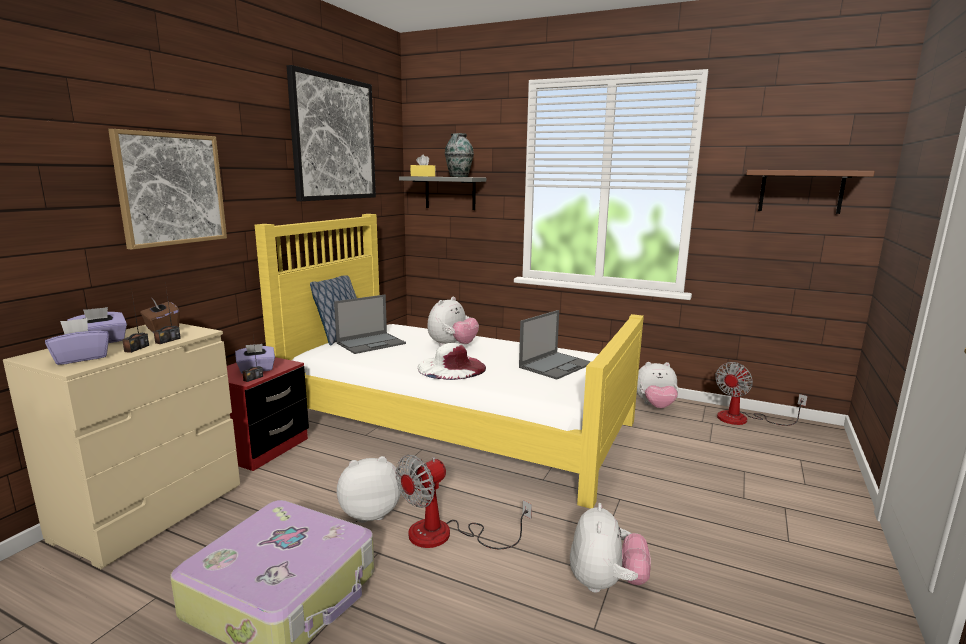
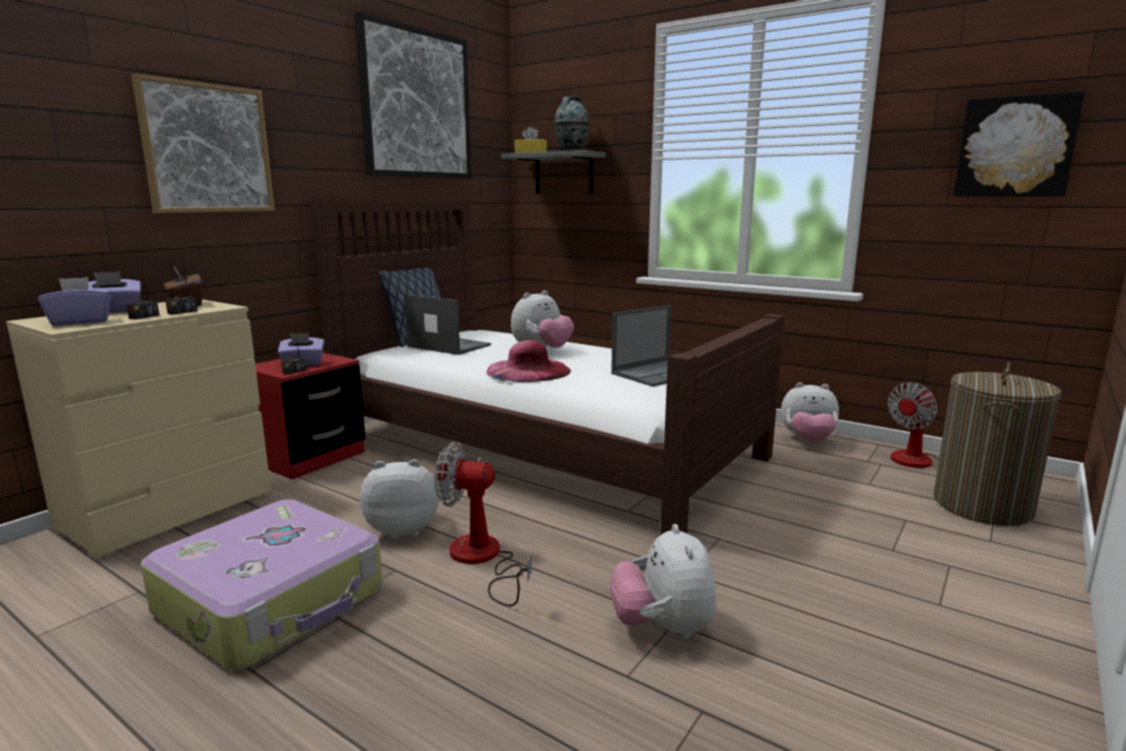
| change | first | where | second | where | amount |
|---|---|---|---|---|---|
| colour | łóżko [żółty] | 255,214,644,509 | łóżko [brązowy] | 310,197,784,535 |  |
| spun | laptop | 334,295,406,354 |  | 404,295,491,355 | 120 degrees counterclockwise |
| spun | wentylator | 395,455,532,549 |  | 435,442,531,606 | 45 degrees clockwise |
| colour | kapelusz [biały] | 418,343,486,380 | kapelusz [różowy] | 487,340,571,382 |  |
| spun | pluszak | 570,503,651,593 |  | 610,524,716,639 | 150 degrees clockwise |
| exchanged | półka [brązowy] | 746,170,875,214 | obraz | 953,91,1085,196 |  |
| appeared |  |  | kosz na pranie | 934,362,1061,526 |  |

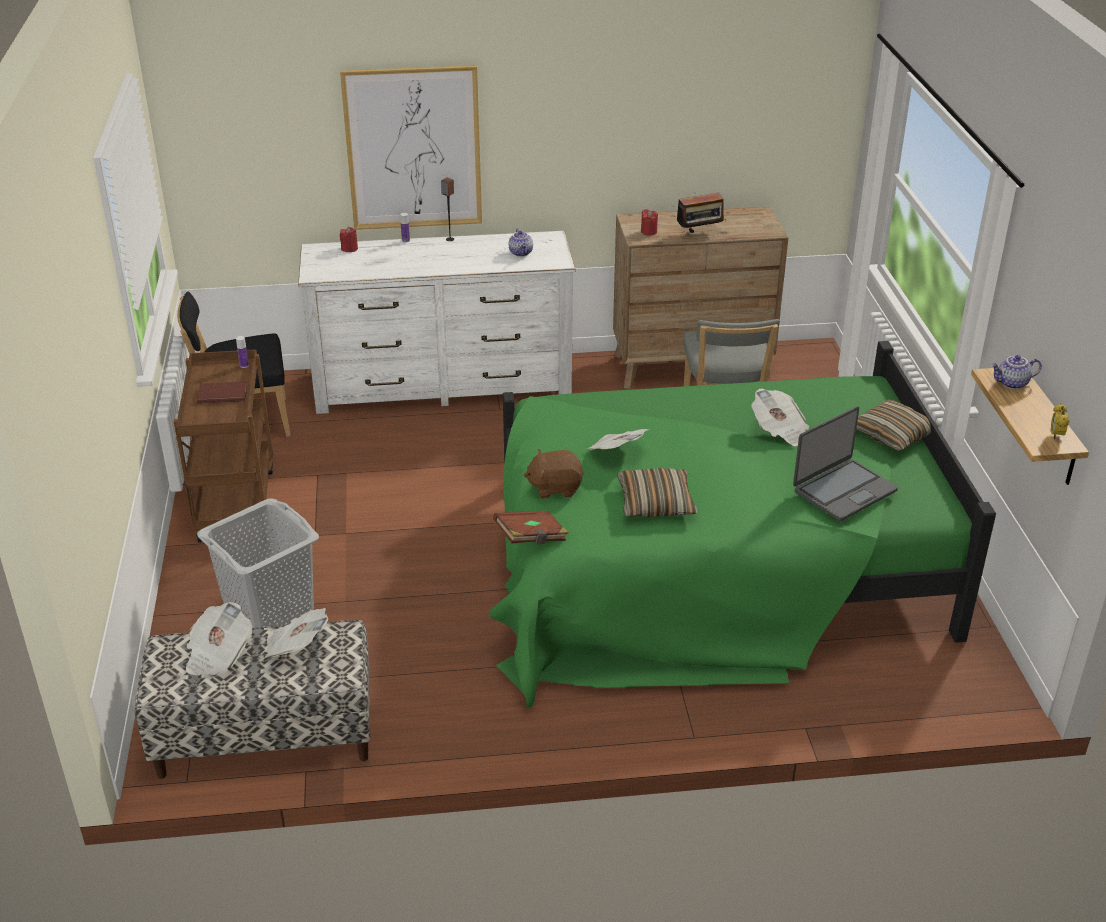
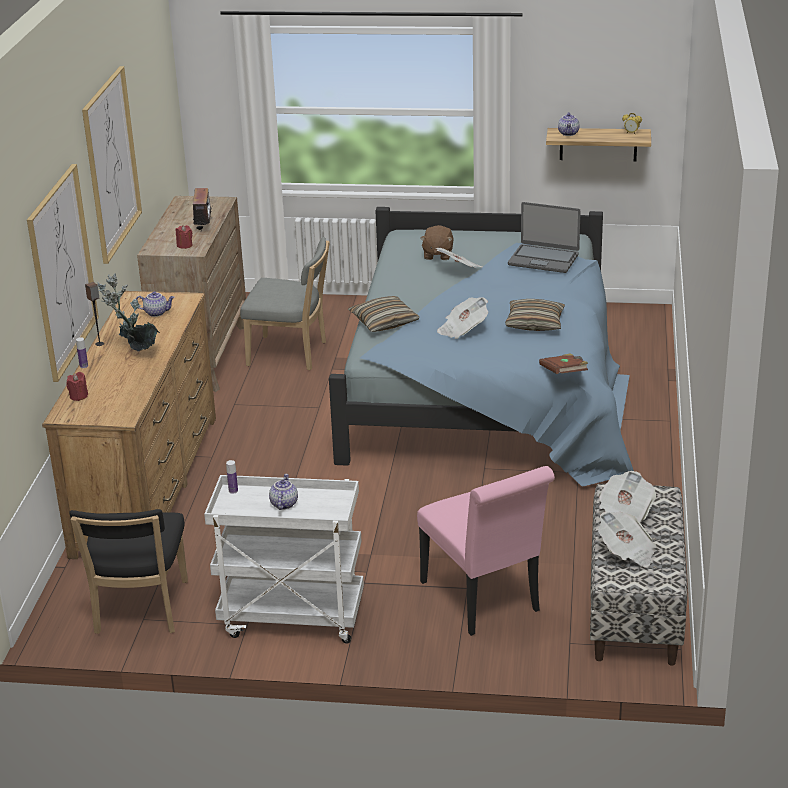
| change | first | where | second | where | amount |
|---|---|---|---|---|---|
| colour | wózek [brązowy] | 174,349,273,543 | wózek [biały] | 204,475,364,644 |  |
| exchanged | książka [brązowy] | 197,381,247,404 | imbryk | 269,474,298,510 |  |
| exchanged | kosz na pranie [szary] | 197,498,319,628 | krzesło [różowy] | 417,466,555,636 |  |
| colour | komoda [biały] | 298,231,575,414 | komoda [brązowy] | 42,291,216,559 |  |
| colour | łóżko [zielony] | 490,341,996,708 | łóżko [niebieski] | 329,207,634,487 |  |
| relocated | pluszak [brązowy] | 524,449,584,498 |  | 420,225,453,260 |  |
| spun | laptop | 793,406,898,521 |  | 508,202,581,273 | 135 degrees clockwise |
| relocated | poduszka | 856,399,941,451 |  | 348,296,420,332 |  |
| appeared |  |  | obraz | 82,66,142,264 |  |
| appeared |  |  | roślina doniczkowa | 97,273,160,351 |  |

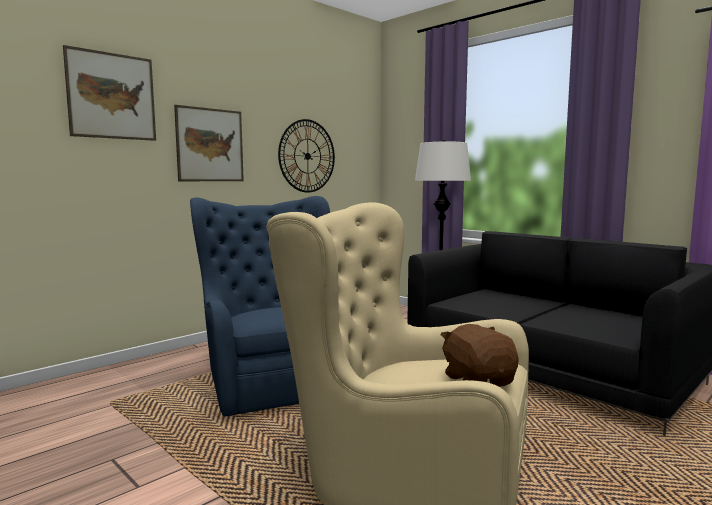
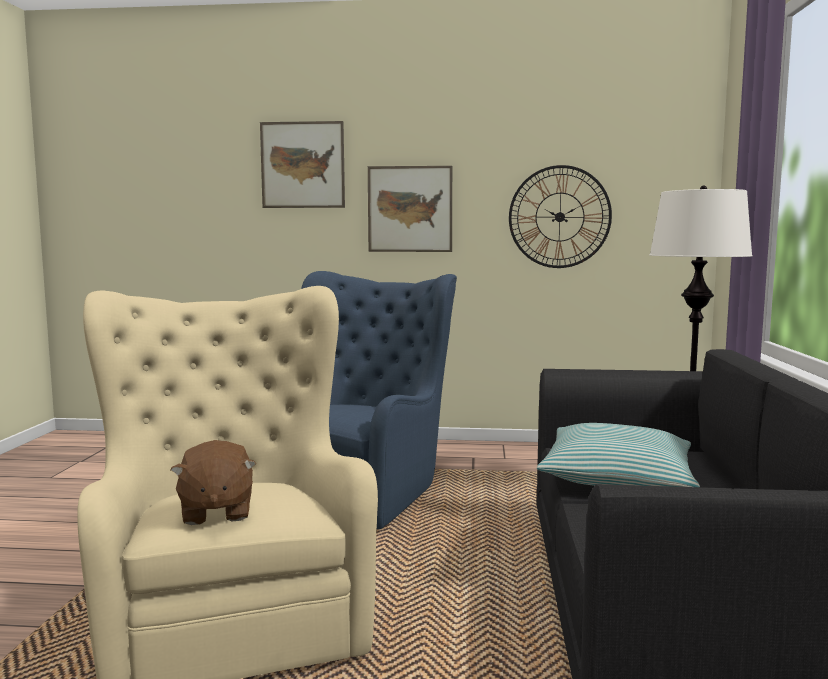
| change | first | where | second | where | amount |
|---|---|---|---|---|---|
| spun | pluszak [brązowy] | 440,324,519,387 |  | 170,440,256,525 | 135 degrees clockwise |
| appeared |  |  | poduszka | 537,423,700,487 |  |

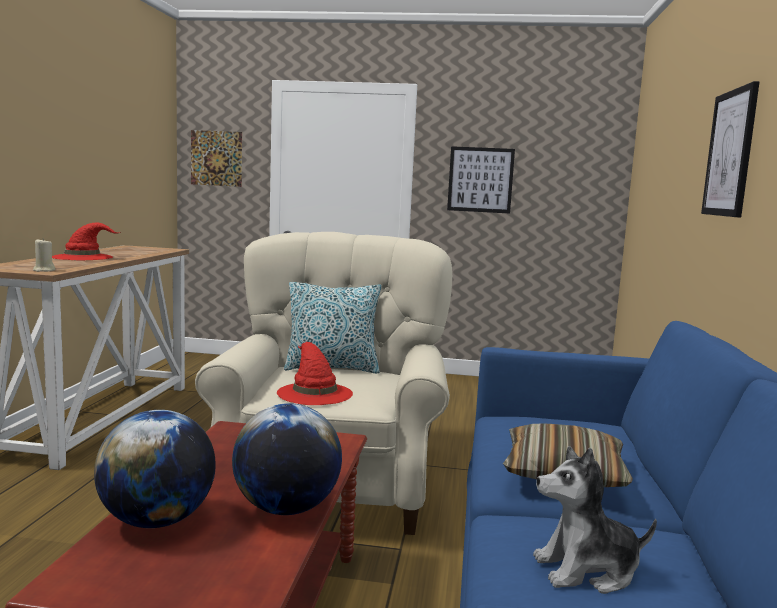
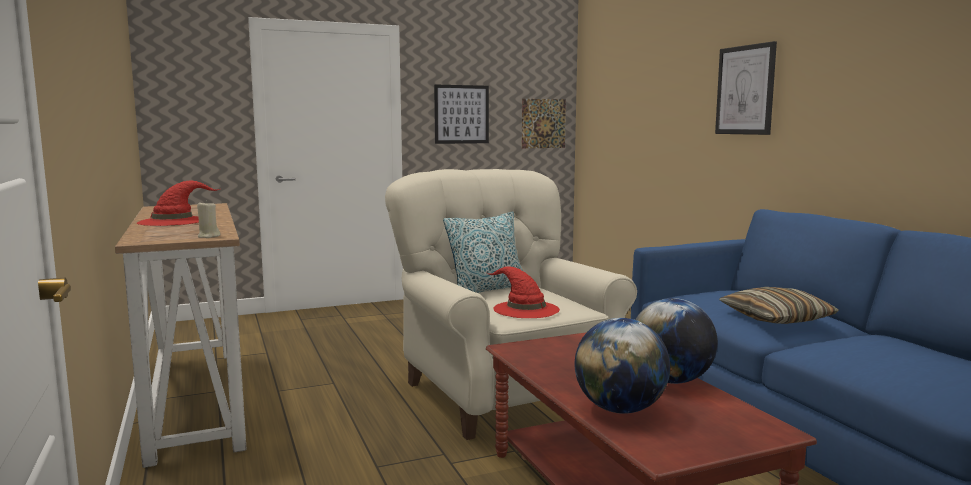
| change | first | where | second | where | amount |
|---|---|---|---|---|---|
| relocated | obraz | 191,130,242,187 |  | 522,99,566,148 |  |
| missing | pluszak | 533,446,657,594 |  |  |  |

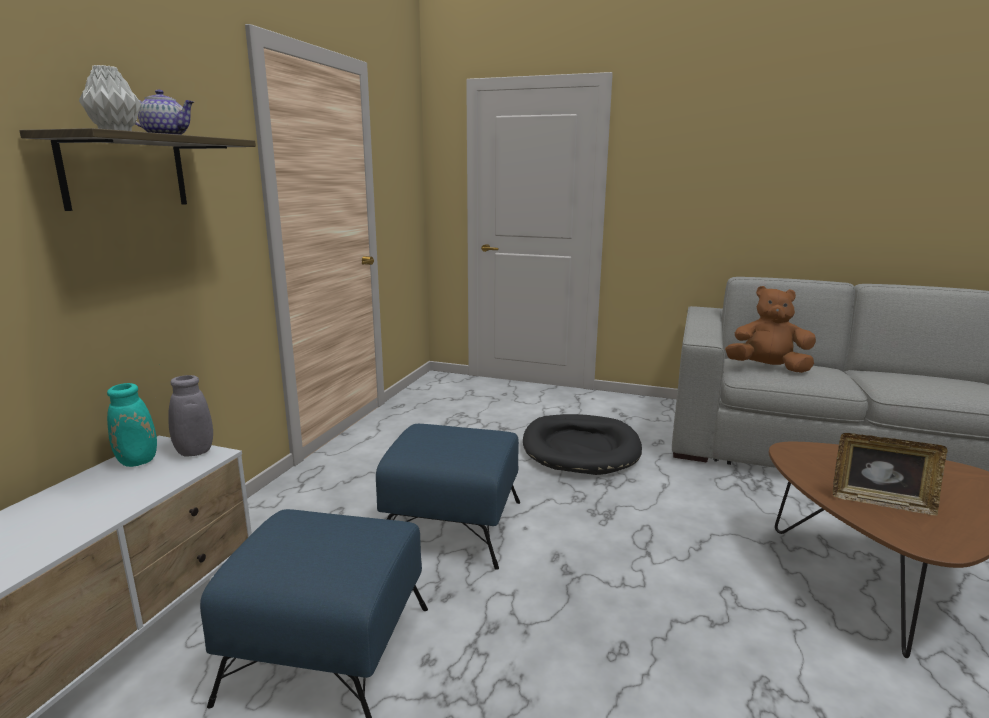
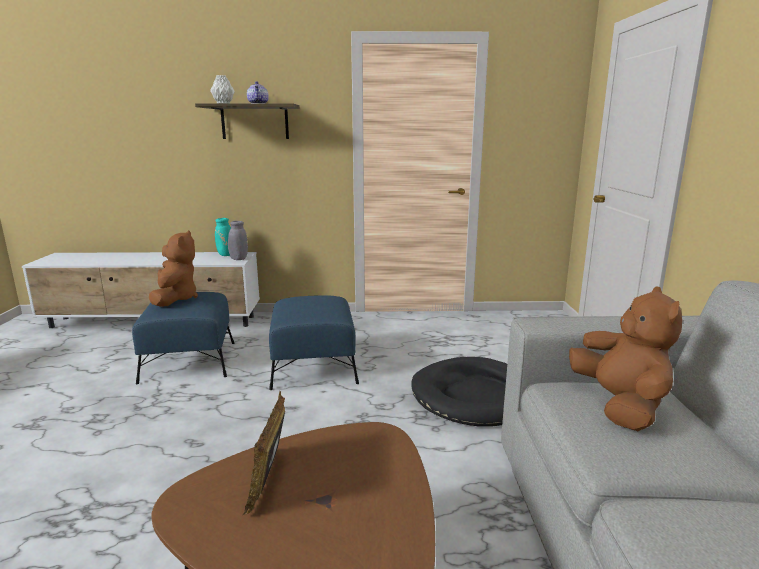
| change | first | where | second | where | amount |
|---|---|---|---|---|---|
| appeared |  |  | pluszak [brązowy] | 149,230,198,307 |  |

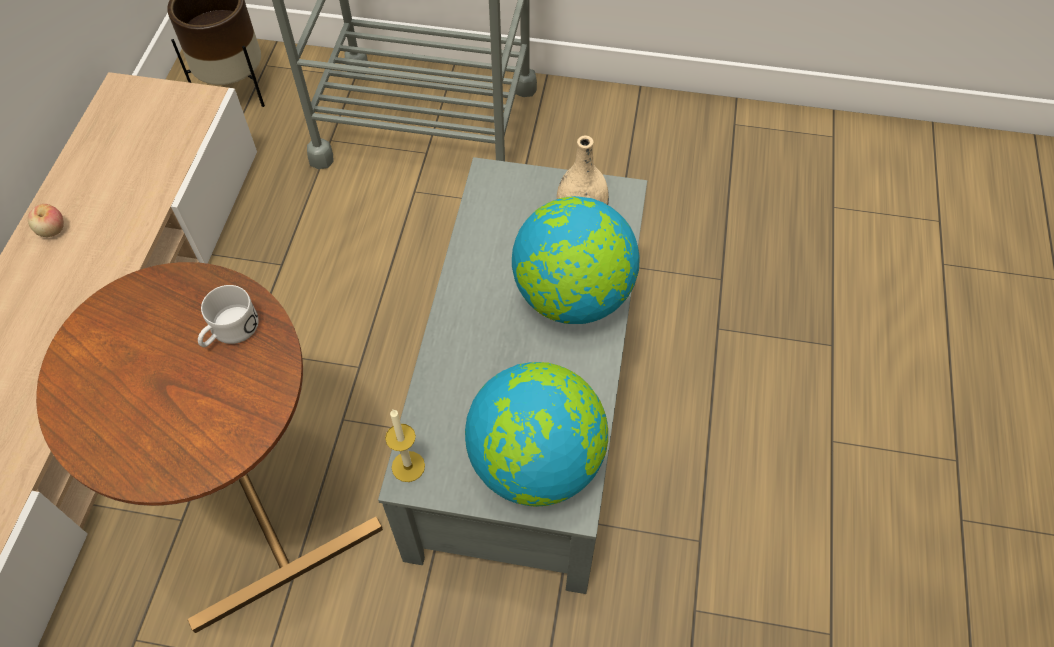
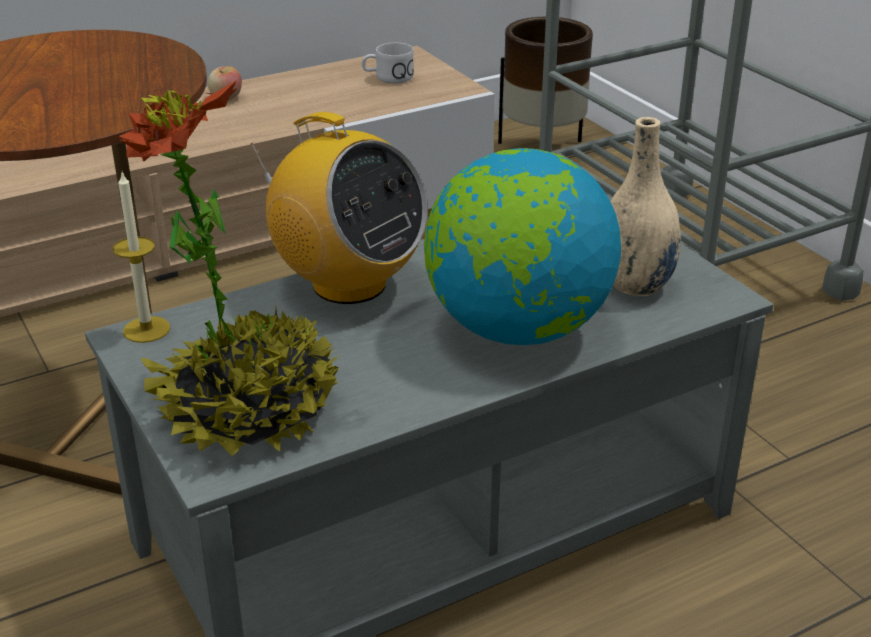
| change | first | where | second | where | amount |
|---|---|---|---|---|---|
| relocated | kubek [biały] | 198,285,259,347 |  | 362,43,414,84 |  |
| exchanged | globus | 465,362,608,507 | roślina doniczkowa | 119,80,340,456 |  |
| appeared |  |  | radio | 251,112,427,304 |  |

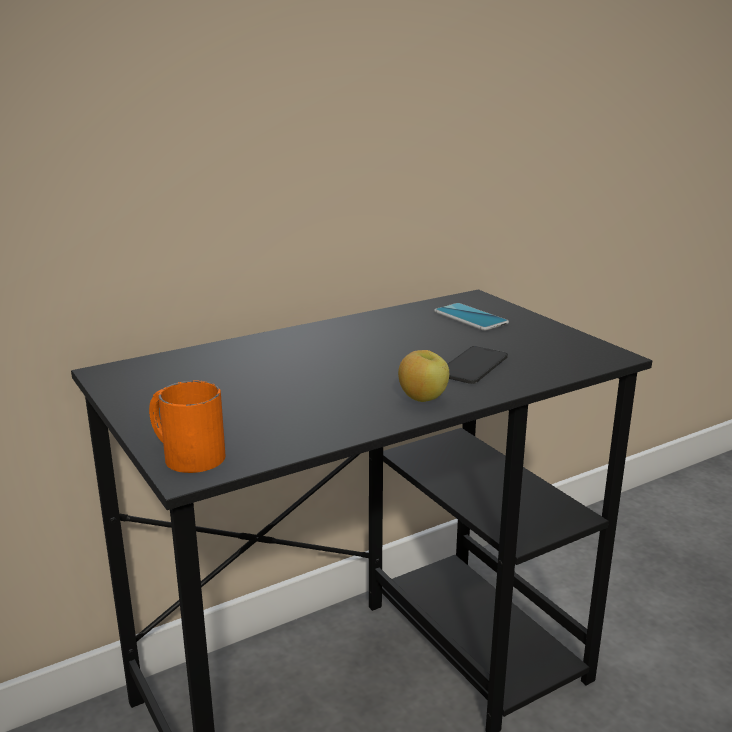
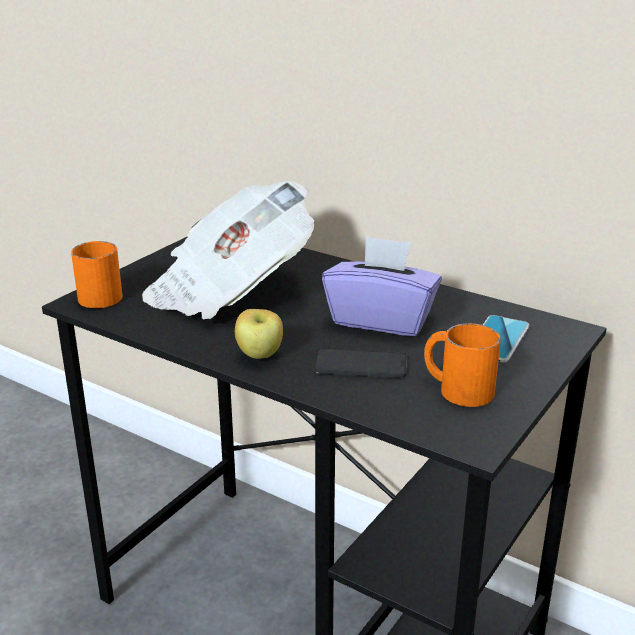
| change | first | where | second | where | amount |
|---|---|---|---|---|---|
| appeared |  |  | gazeta | 142,181,314,319 |  |
| appeared |  |  | pudełko chusteczek [fioletowy] | 322,236,442,336 |  |
| appeared |  |  | kubek [pomarańczowy] | 424,323,501,407 |  |

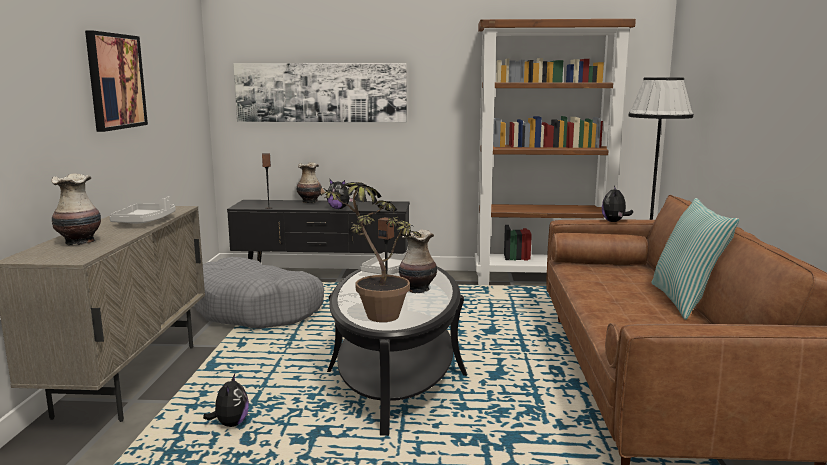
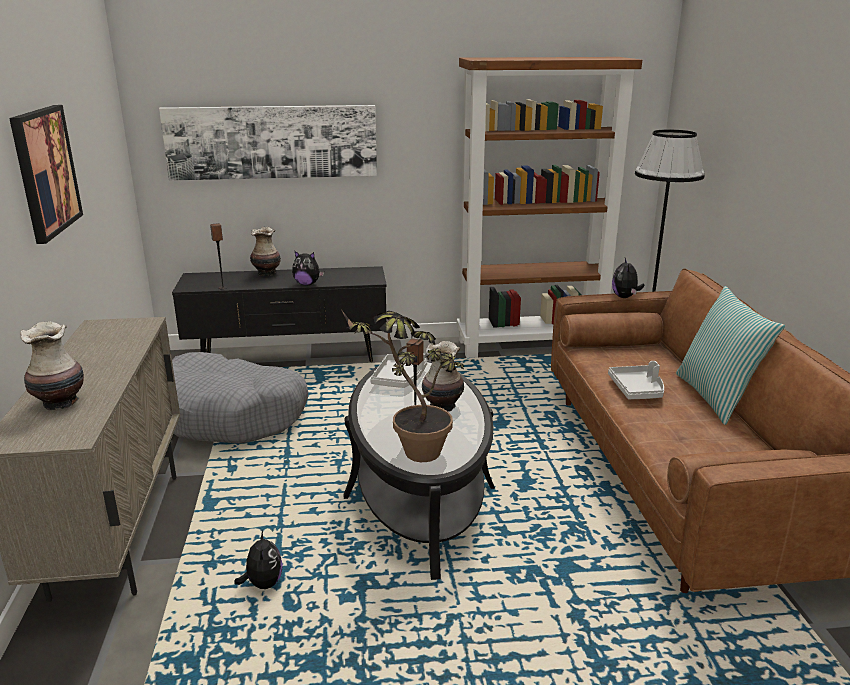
| change | first | where | second | where | amount |
|---|---|---|---|---|---|
| relocated | taca [szary] | 109,196,176,224 |  | 608,361,664,399 |  |

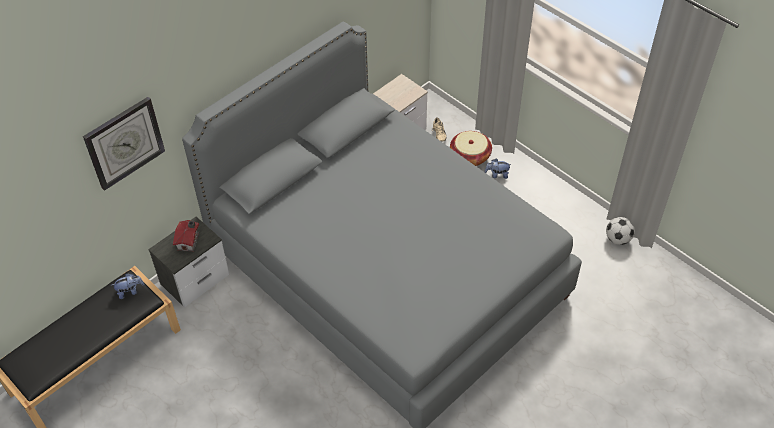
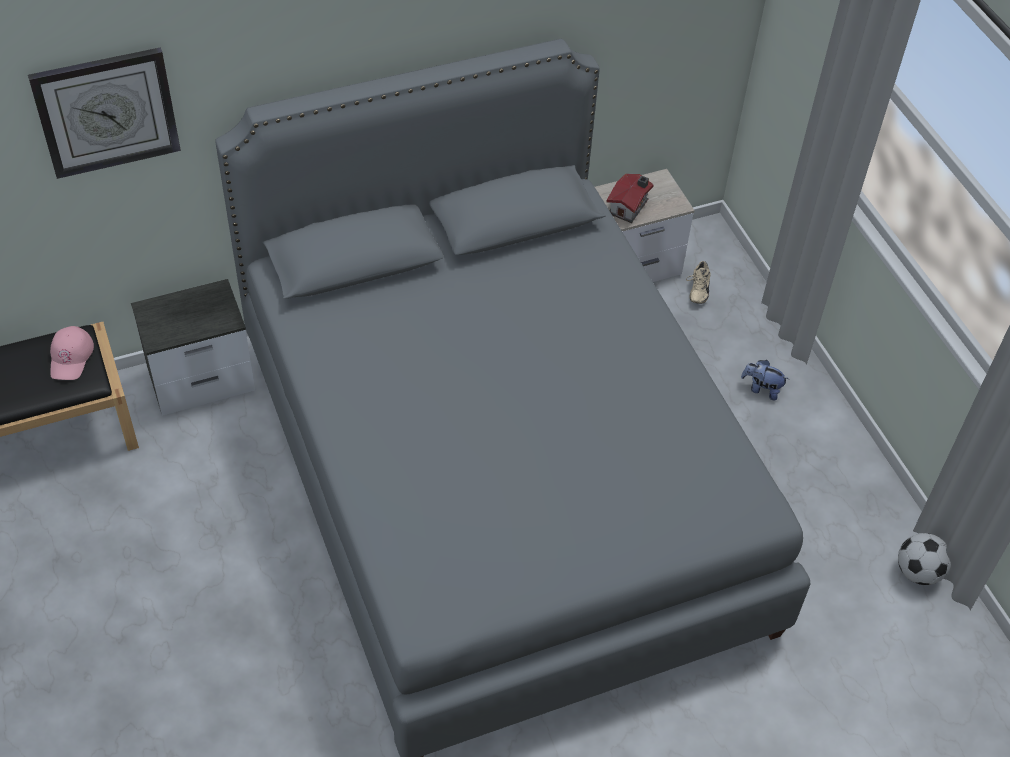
| change | first | where | second | where | amount |
|---|---|---|---|---|---|
| exchanged | pluszak | 112,273,145,299 | czapka z daszkiem [różowy] | 50,326,94,380 |  |
| relocated | domek | 173,220,199,252 |  | 607,174,654,223 |  |
| missing | koszyk | 450,131,492,166 |  |  |  |

